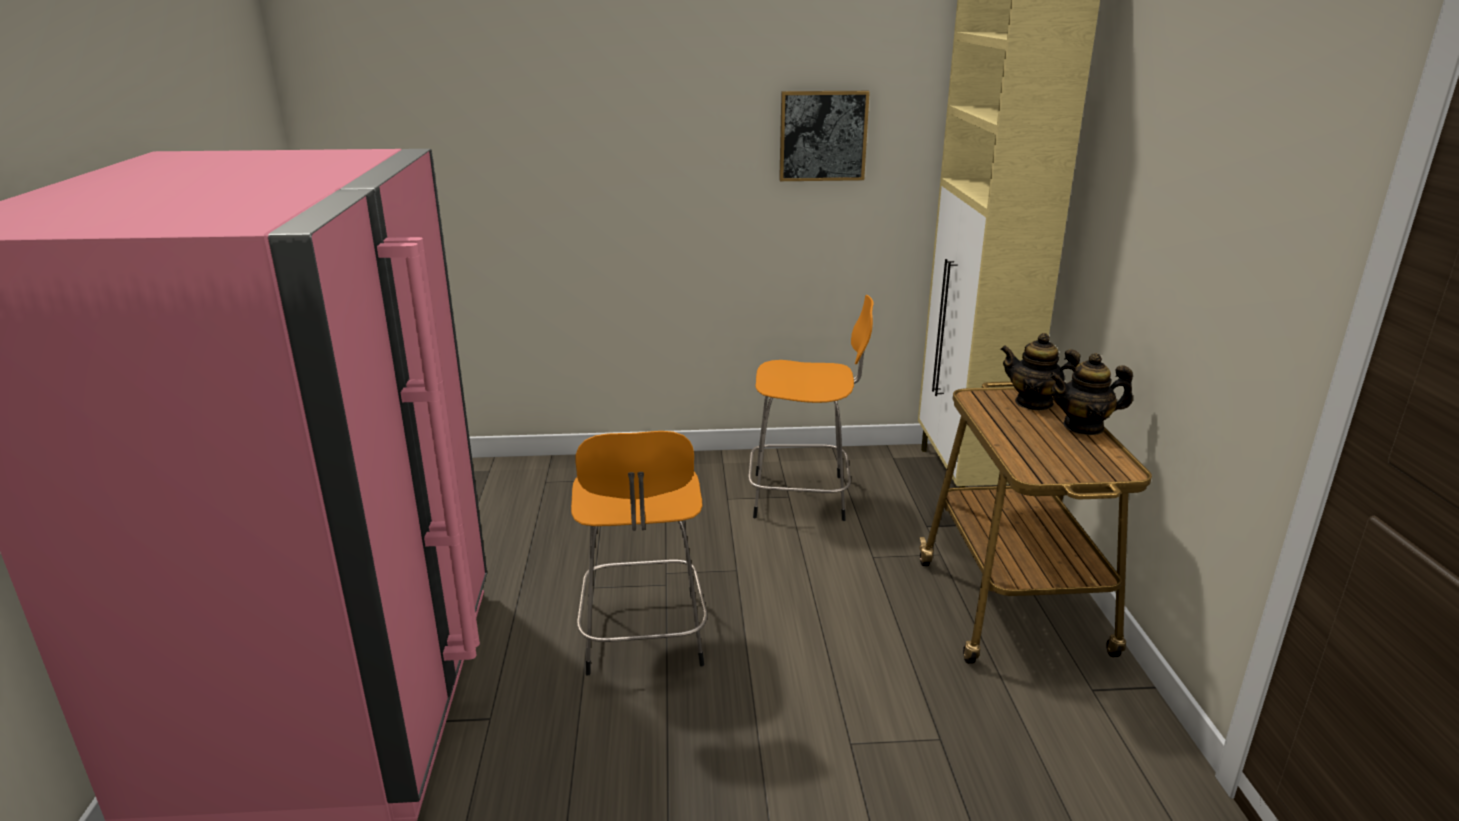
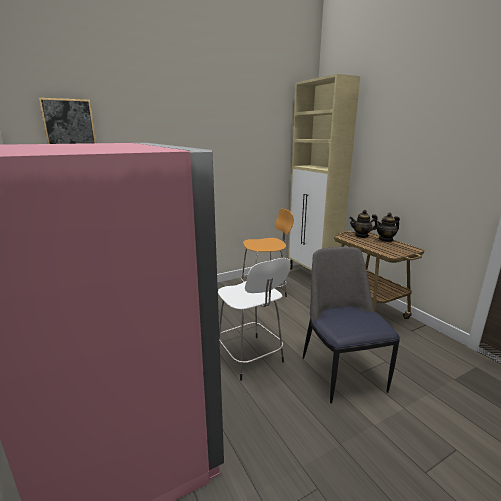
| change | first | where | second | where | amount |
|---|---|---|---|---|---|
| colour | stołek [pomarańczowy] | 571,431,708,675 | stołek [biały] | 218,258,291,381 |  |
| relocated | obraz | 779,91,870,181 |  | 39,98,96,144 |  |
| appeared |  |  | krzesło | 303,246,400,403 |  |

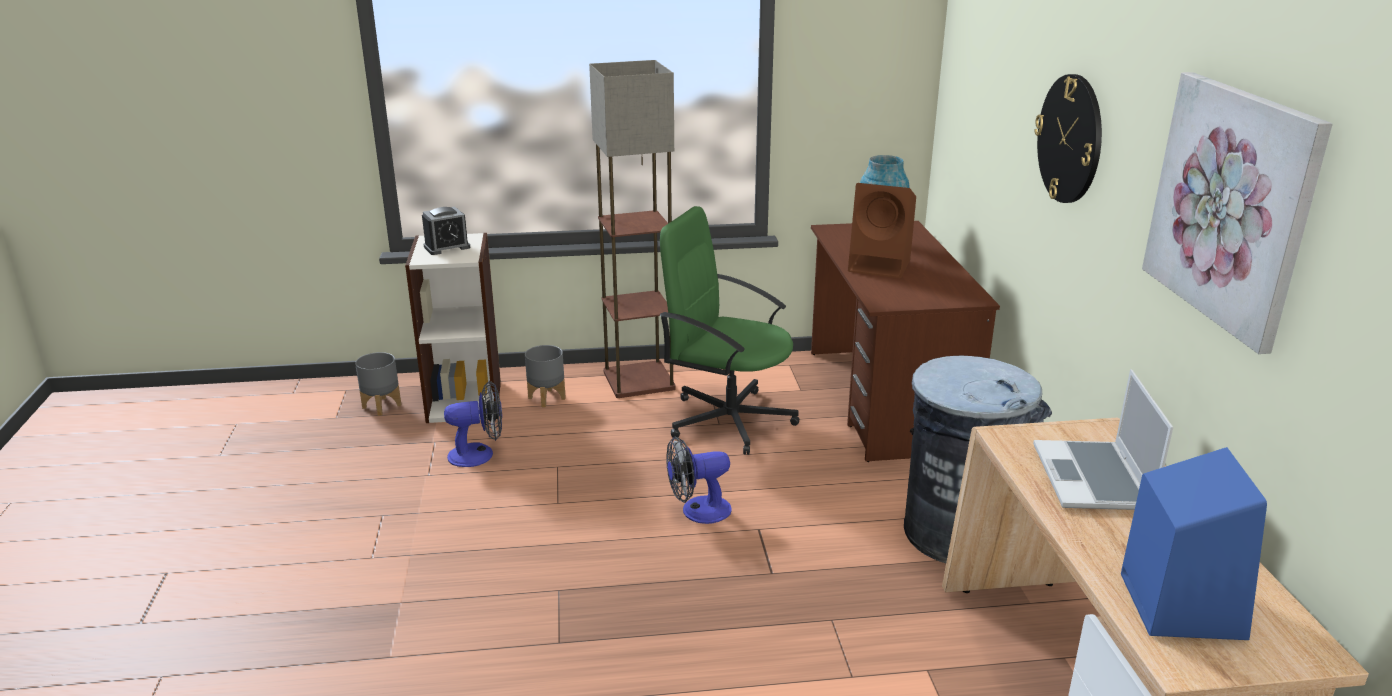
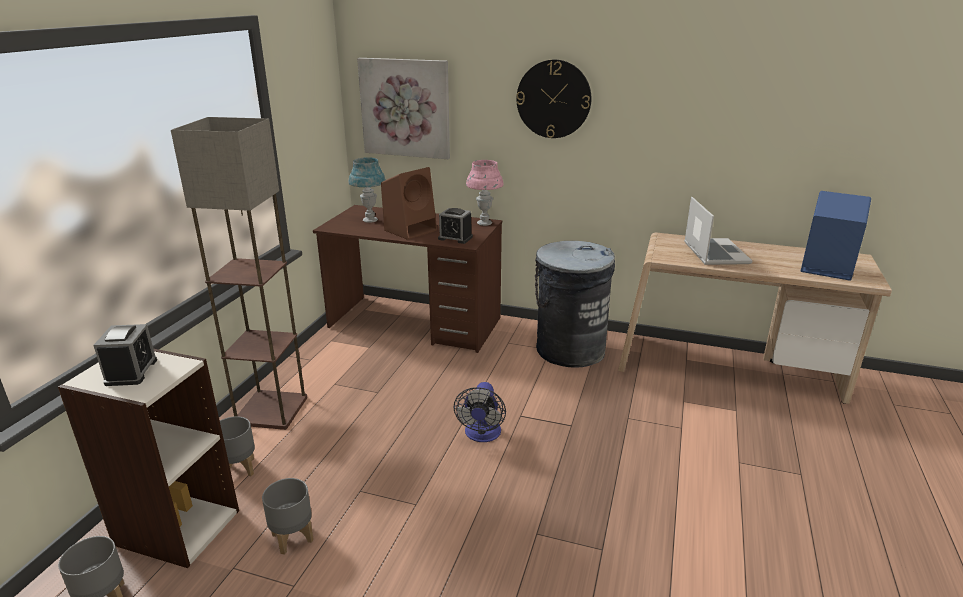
| change | first | where | second | where | amount |
|---|---|---|---|---|---|
| exchanged | wentylator | 444,381,502,467 | donica [szary] | 262,478,314,555 |  |
| missing | krzesło biurowe [zielony] | 659,206,800,455 |  |  |  |
| spun | laptop | 1033,369,1173,510 |  | 684,197,752,265 | 120 degrees counterclockwise |
| relocated | obraz | 1142,72,1333,354 |  | 357,58,450,159 |  |
| appeared |  |  | budzik | 438,208,473,244 |  |
| appeared |  |  | lampa stołowa [różowy] | 466,160,503,226 |  |

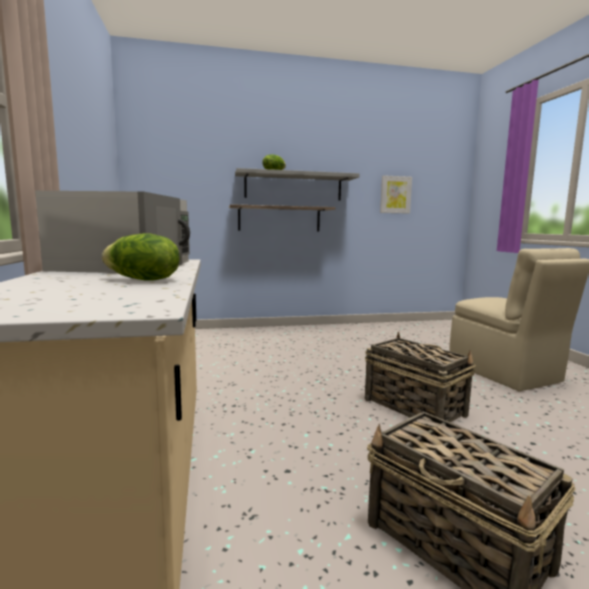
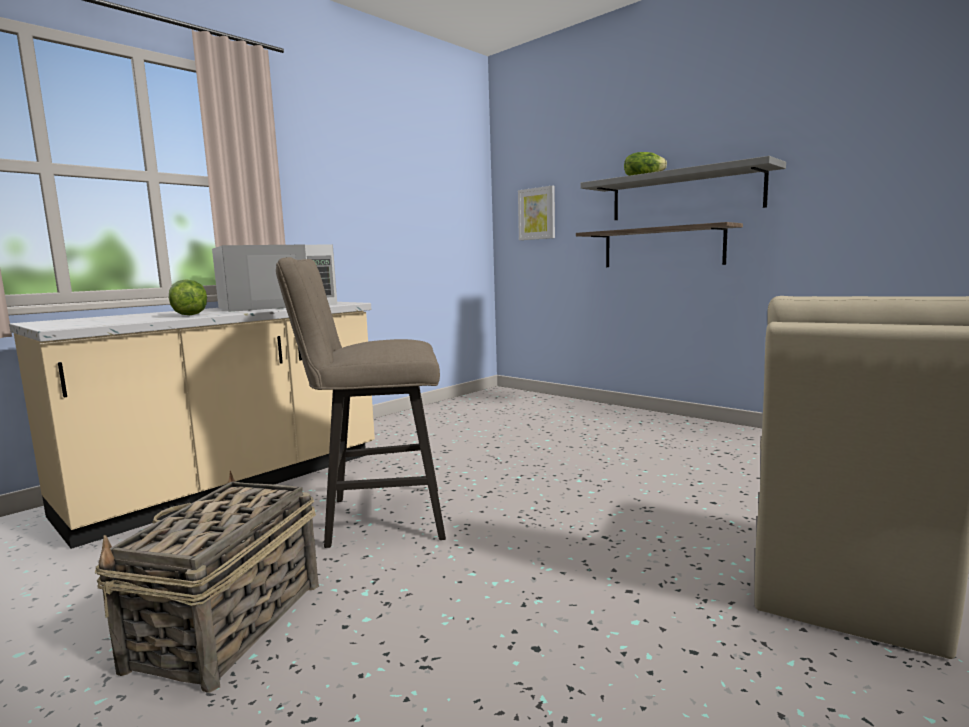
| change | first | where | second | where | amount |
|---|---|---|---|---|---|
| missing | koszyk | 365,332,476,422 |  |  |  |
| relocated | obraz | 380,175,412,214 |  | 518,186,555,240 |  |
| appeared |  |  | stołek [beżowy] | 276,257,446,548 |  |

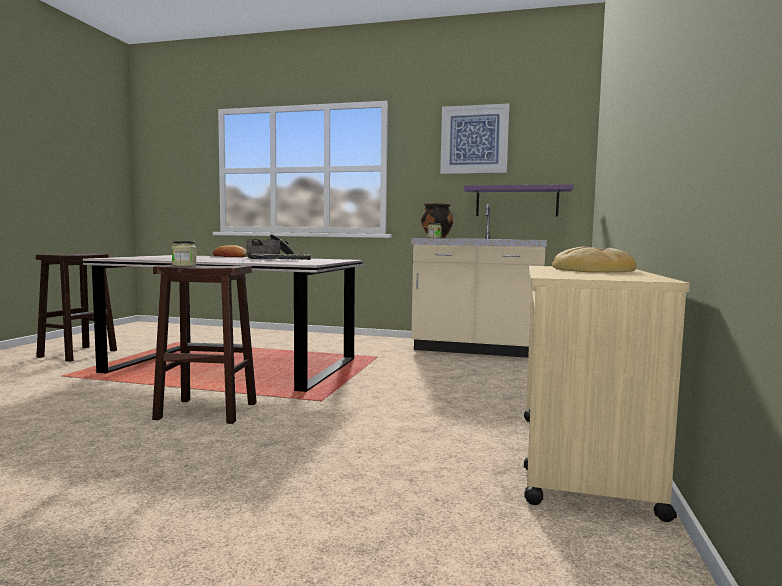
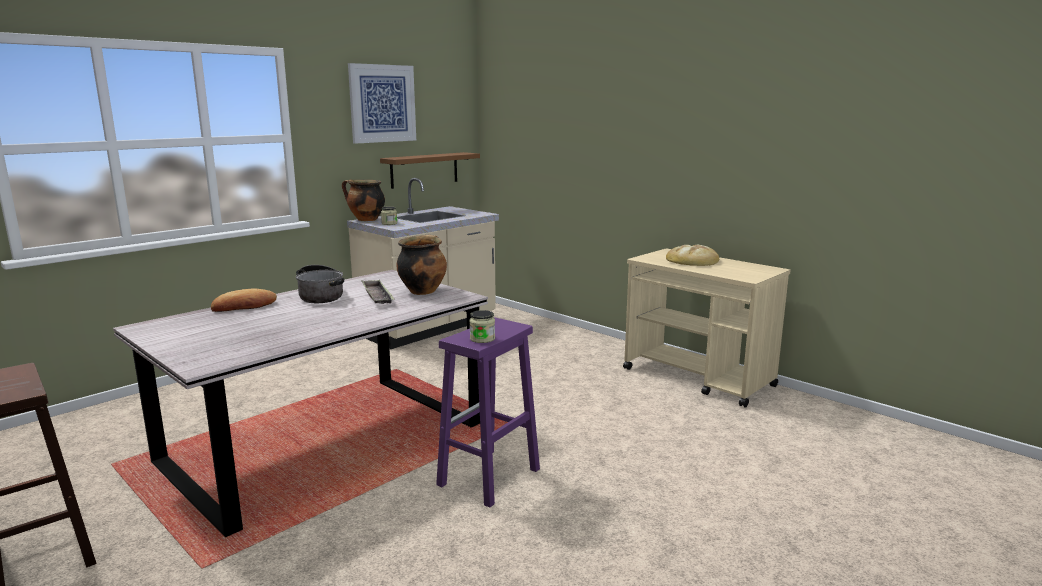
| change | first | where | second | where | amount |
|---|---|---|---|---|---|
| colour | stołek [brązowy] | 152,264,257,424 | stołek [fioletowy] | 436,318,540,508 |  |
| colour | półka [fioletowy] | 464,184,573,217 | półka [brązowy] | 380,152,480,189 |  |
| appeared |  |  | garnek | 396,235,447,295 |  |

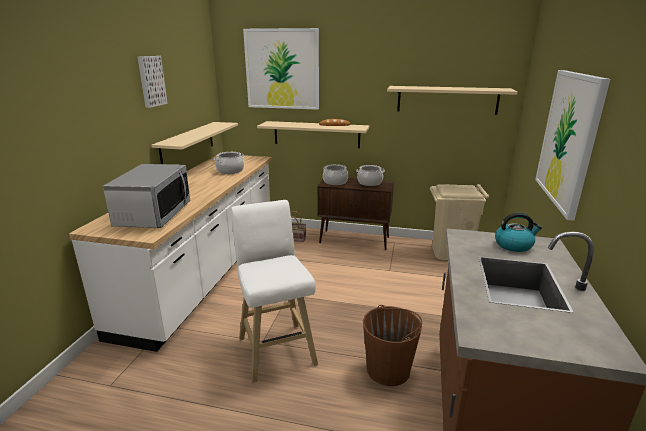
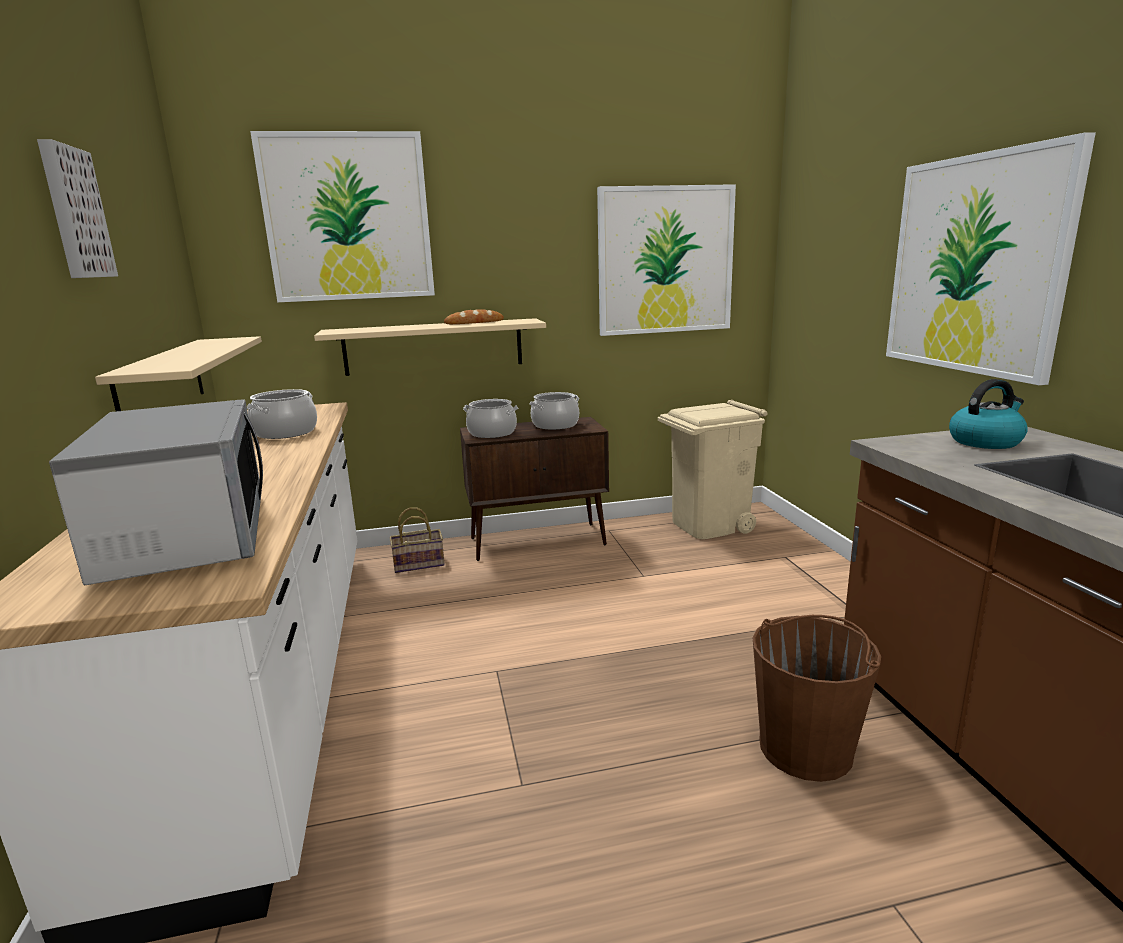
| change | first | where | second | where | amount |
|---|---|---|---|---|---|
| missing | stołek [biały] | 231,200,318,383 |  |  |  |
| exchanged | półka [beżowy] | 387,86,518,115 | obraz | 597,184,736,336 |  |

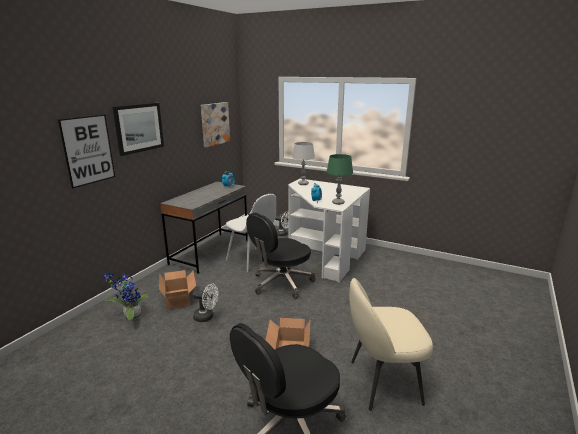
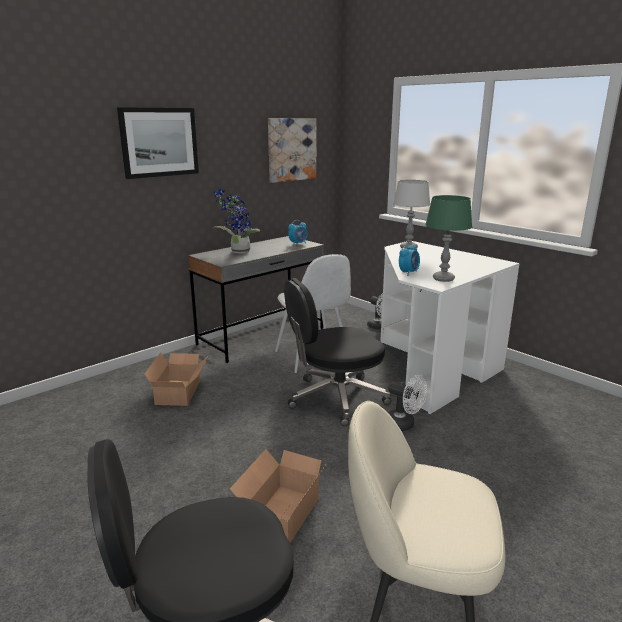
| change | first | where | second | where | amount |
|---|---|---|---|---|---|
| missing | obraz | 58,114,115,188 |  |  |  |
| relocated | roślina doniczkowa | 102,272,148,320 |  | 214,188,260,254 |  |
| relocated | wentylator [biały] | 193,283,218,322 |  | 388,375,427,431 |  |

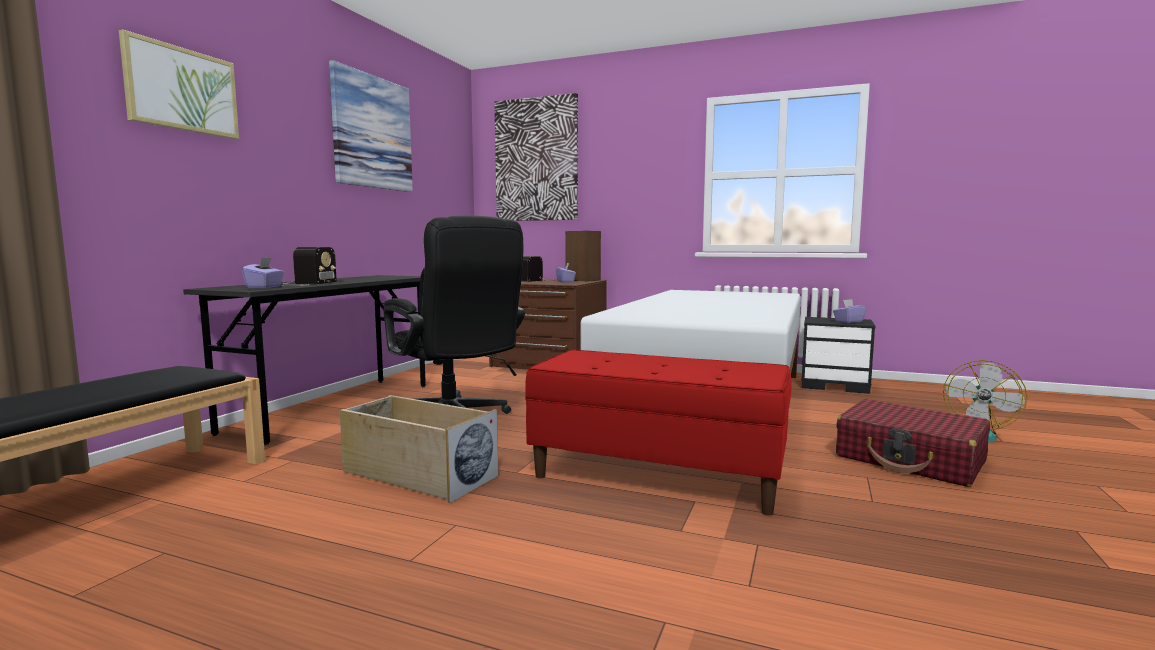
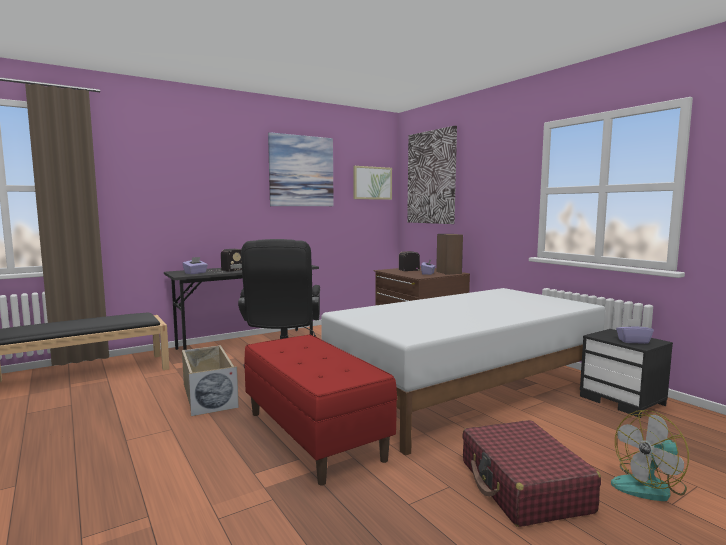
| change | first | where | second | where | amount |
|---|---|---|---|---|---|
| relocated | obraz | 119,29,239,139 |  | 354,166,392,200 |  |

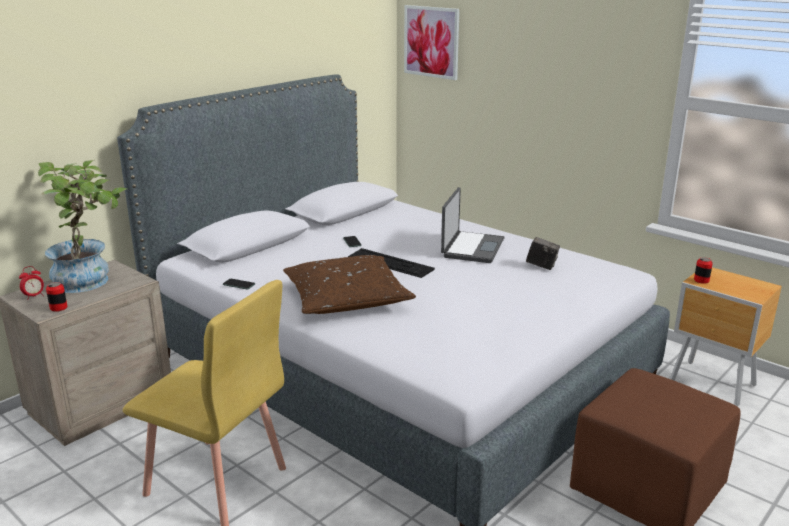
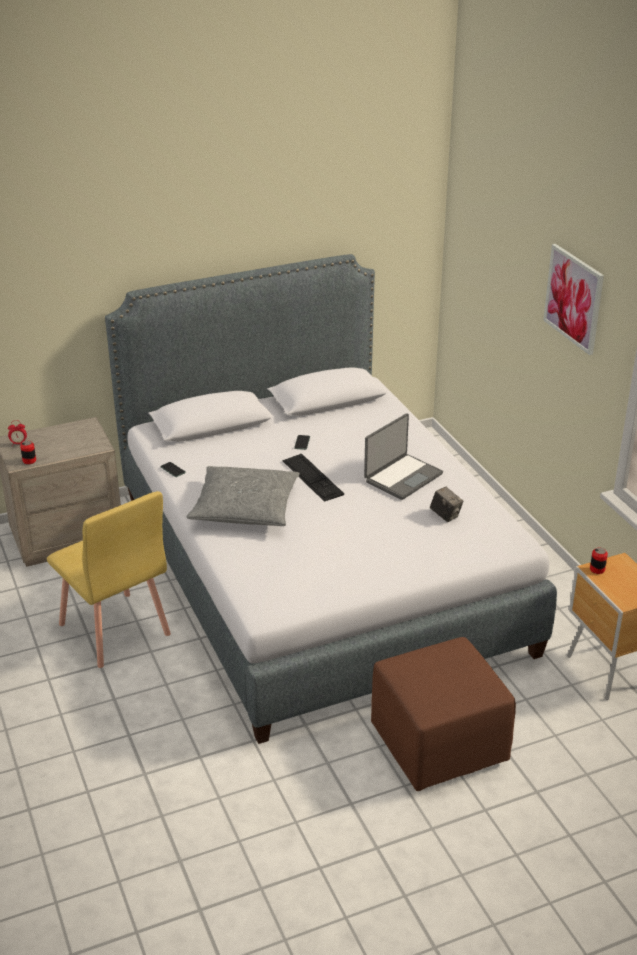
| change | first | where | second | where | amount |
|---|---|---|---|---|---|
| missing | roślina doniczkowa | 38,160,126,293 |  |  |  |
| colour | poduszka [brązowy] | 283,255,416,314 | poduszka [szary] | 186,466,300,526 |  |
| relocated | obraz | 404,5,460,80 |  | 543,244,604,355 |  |

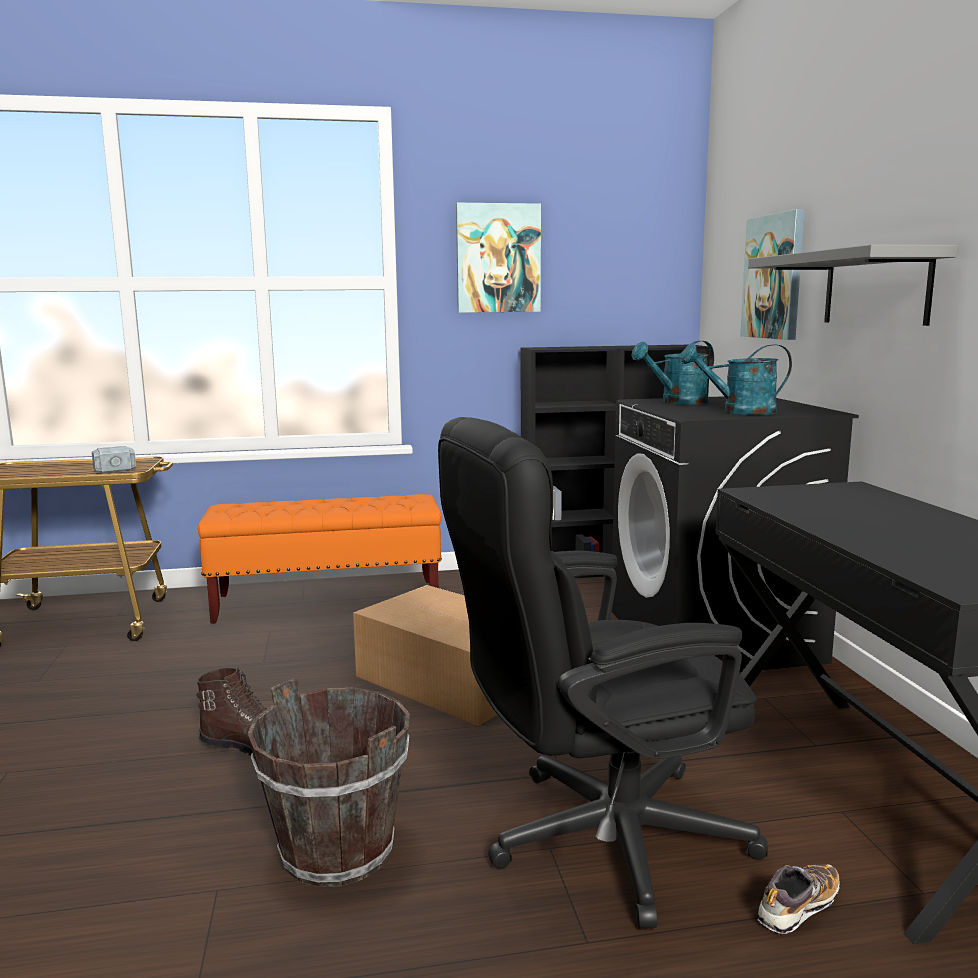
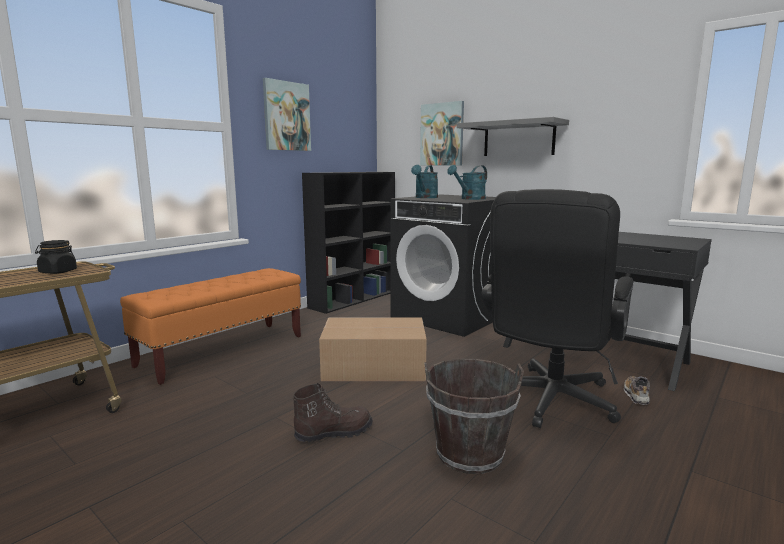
| change | first | where | second | where | amount |
|---|---|---|---|---|---|
| exchanged | młotek | 92,446,136,473 | słoik [czarny] | 35,240,77,274 |  |

